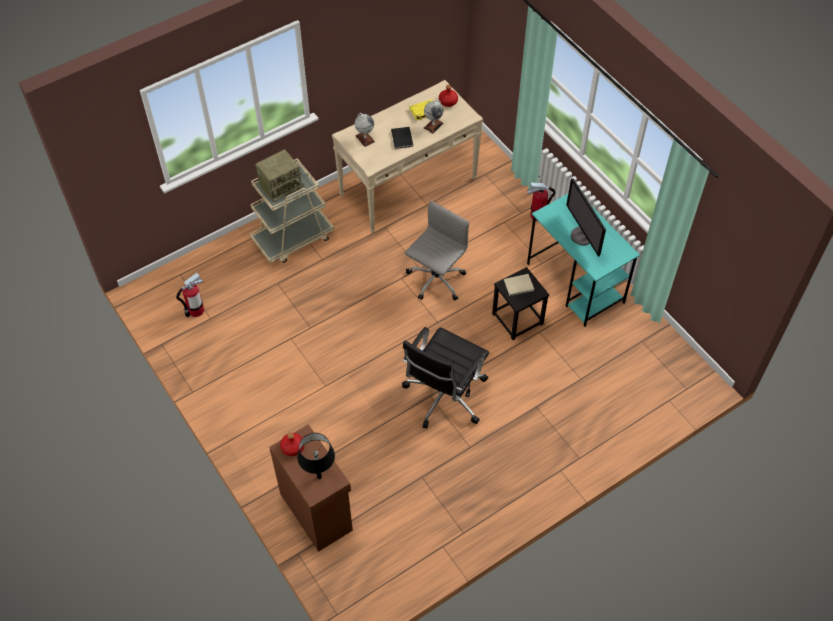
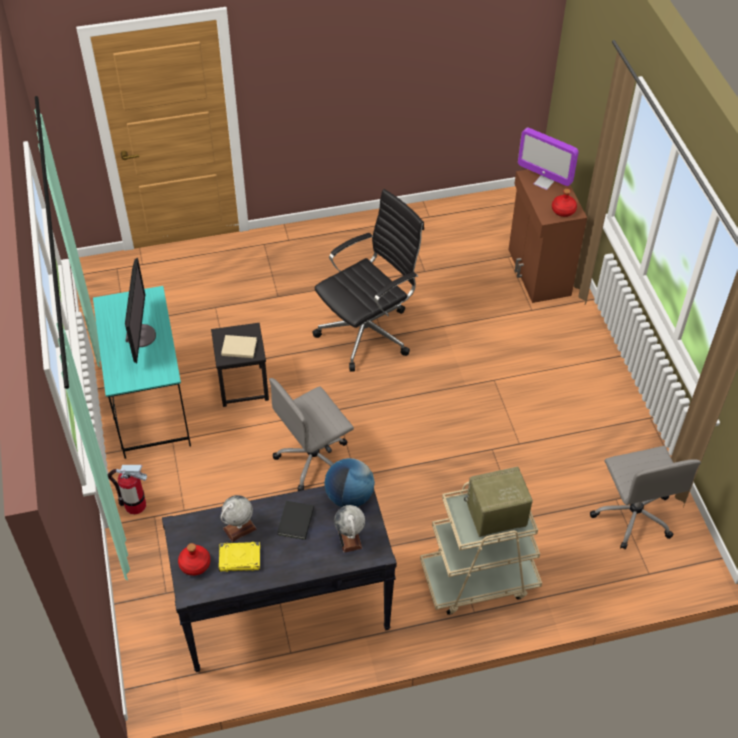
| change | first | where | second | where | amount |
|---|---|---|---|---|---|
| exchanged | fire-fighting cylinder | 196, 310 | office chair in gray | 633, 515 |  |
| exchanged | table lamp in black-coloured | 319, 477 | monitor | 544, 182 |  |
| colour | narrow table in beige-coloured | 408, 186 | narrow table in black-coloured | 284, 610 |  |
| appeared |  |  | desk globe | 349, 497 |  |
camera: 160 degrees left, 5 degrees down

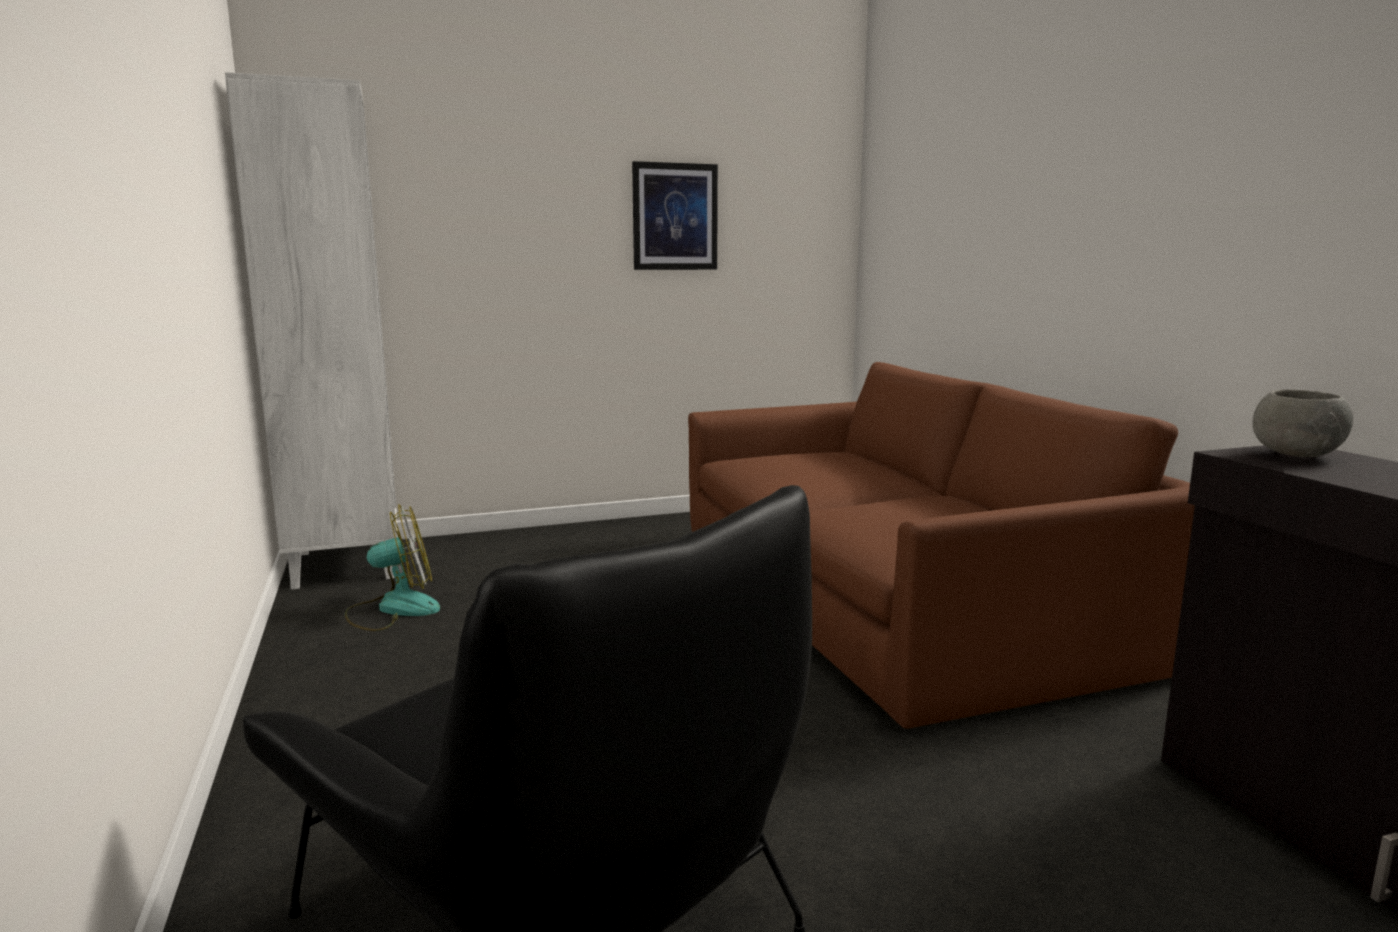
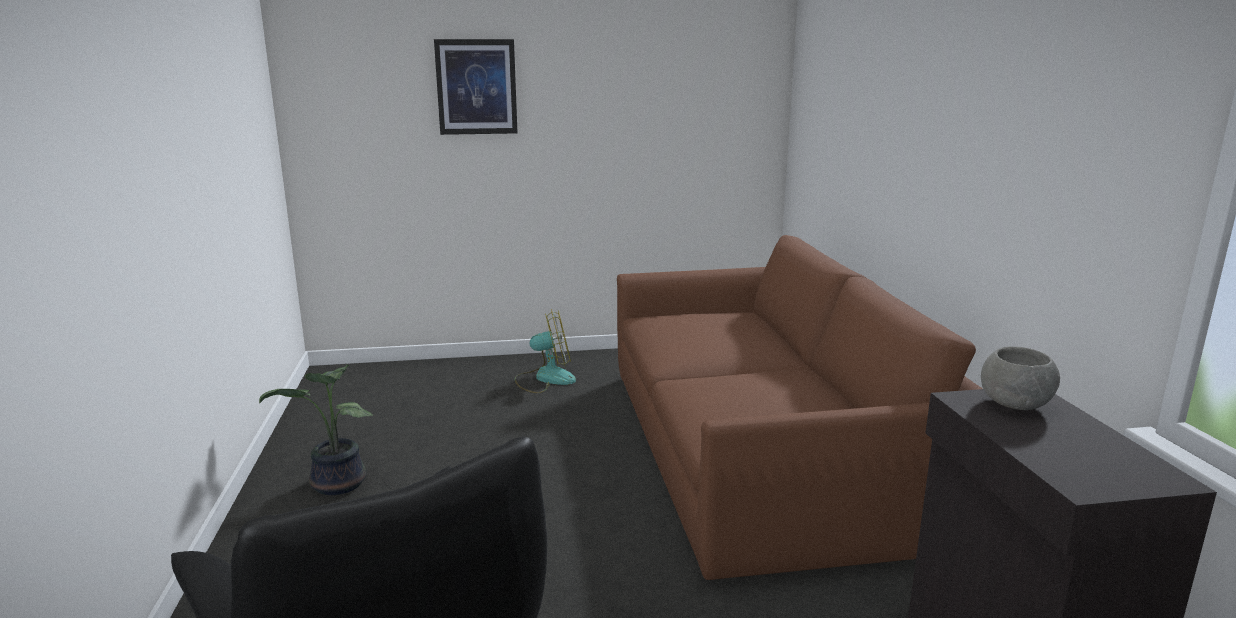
| change | first | where | second | where | amount |
|---|---|---|---|---|---|
| missing | bookcase in white-coloured | 344, 565 |  |  |  |
| relocated | electric fan | 393, 609 |  | 545, 378 |  |
| relocated | wall picture | 675, 217 |  | 476, 87 |  |
| appeared |  |  | houseplant | 336, 485 |  |
camera: 10 degrees right, 5 degrees up

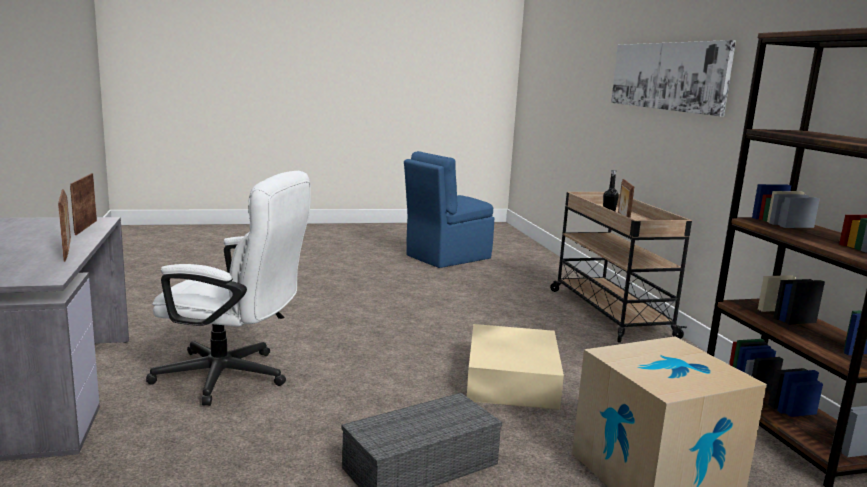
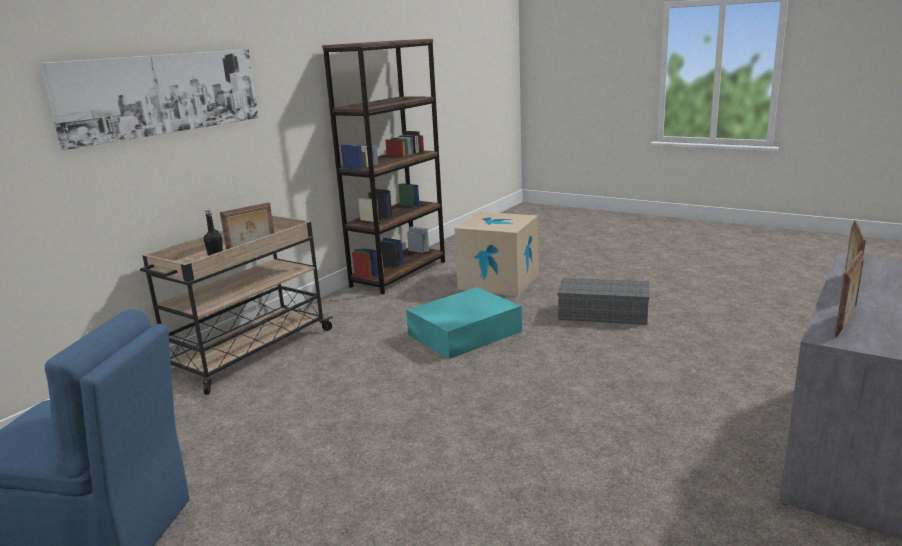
| change | first | where | second | where | amount |
|---|---|---|---|---|---|
| missing | office chair in white-coloured | 233, 377 |  |  |  |
| colour | storage bin in beige-coloured | 512, 378 | storage bin in turquoise-coloured | 463, 333 |  |
camera: 130 degrees left, 5 degrees up

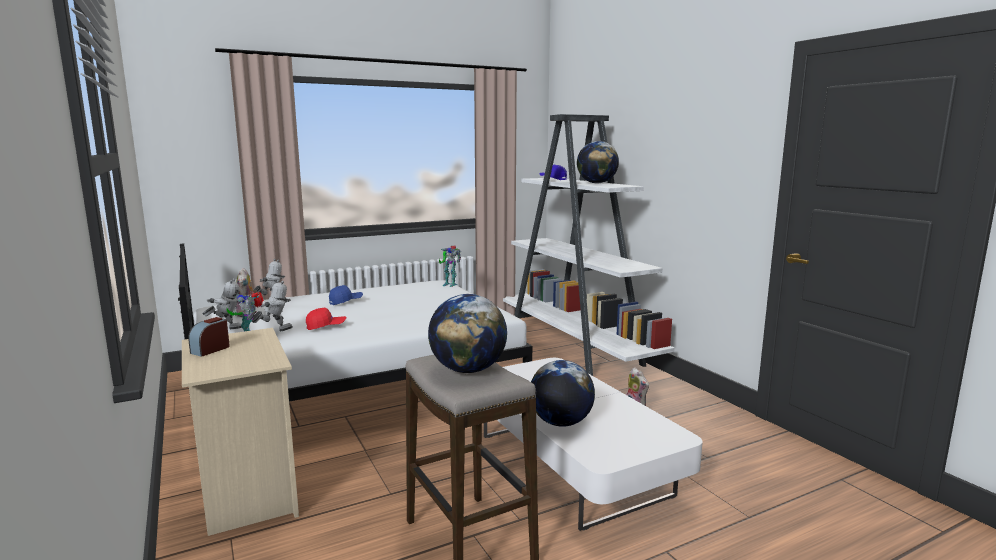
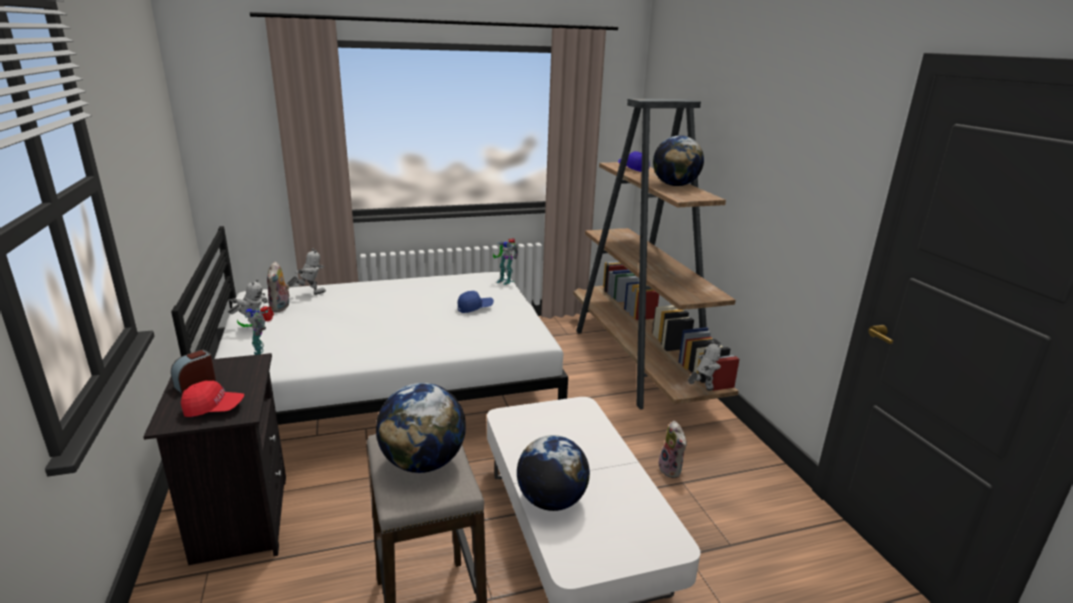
| change | first | where | second | where | amount |
|---|---|---|---|---|---|
| colour | nightstand in beige-coloured | 247, 495 | nightstand in black-coloured | 240, 519 |  |
| relocated | toy robot | 275, 331 |  | 702, 389 |  |
| relocated | peaked cap in reddish | 326, 326 |  | 214, 409 |  |
| relocated | peaked cap in blue | 345, 301 |  | 475, 308 |  |
| colour | bookcase in white-coloured | 575, 349 | bookcase in brownish | 638, 363 |  |
camera: 10 degrees right, 10 degrees up

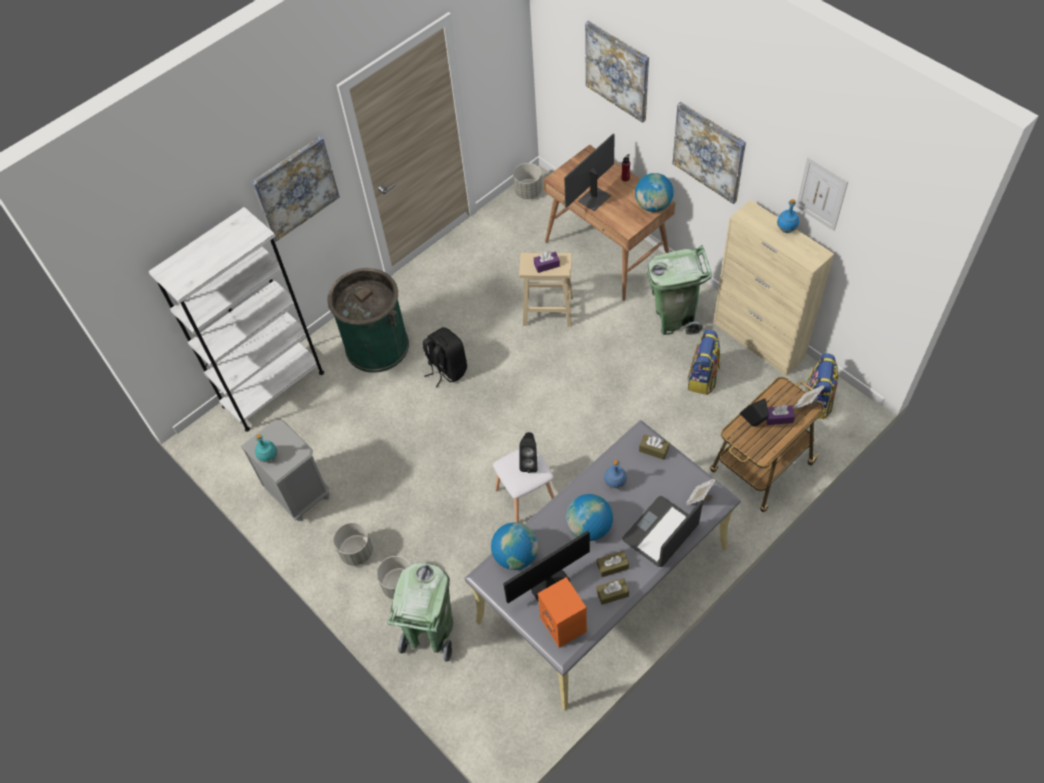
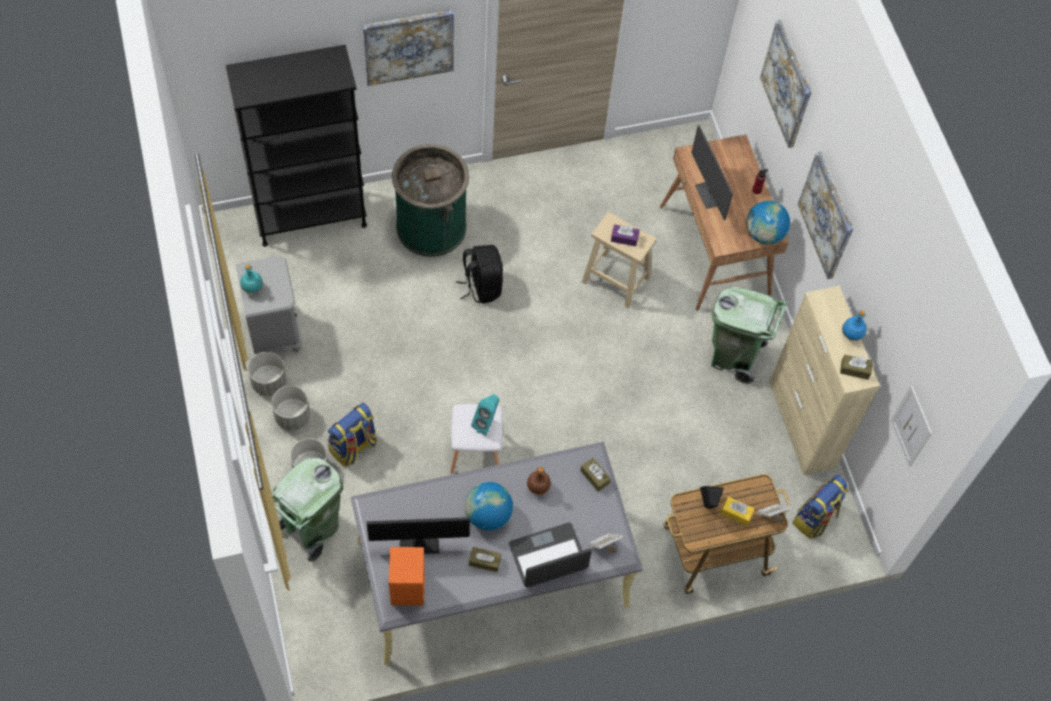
| change | first | where | second | where | amount |
|---|---|---|---|---|---|
| colour | bookcase in white-coloured | 273, 389 | bookcase in black-coloured | 311, 217 |  |
| missing | desk globe | 515, 555 |  |  |  |
| relocated | plant pot in gray | 528, 191 |  | 269, 382 |  |
| colour | speaker in black-coloured | 529, 462 | speaker in turquoise-coloured | 486, 423 |  |
| spun | monitor | 593, 198 |  | 710, 194 | 90 degrees counterclockwise |
| relocated | tissue holder in brownish | 612, 593 |  | 855, 370 |  |
| colour | drink bottle in blue | 614, 483 | drink bottle in brownish | 537, 488 |  |
| relocated | rucksack | 703, 378 |  | 353, 447 |  |
| colour | tissue holder in purple | 778, 418 | tissue holder in yellow-coloured | 736, 513 |  |
| relocated | wall picture | 821, 193 |  | 911, 426 |  |
camera: 20 degrees right, 5 degrees up

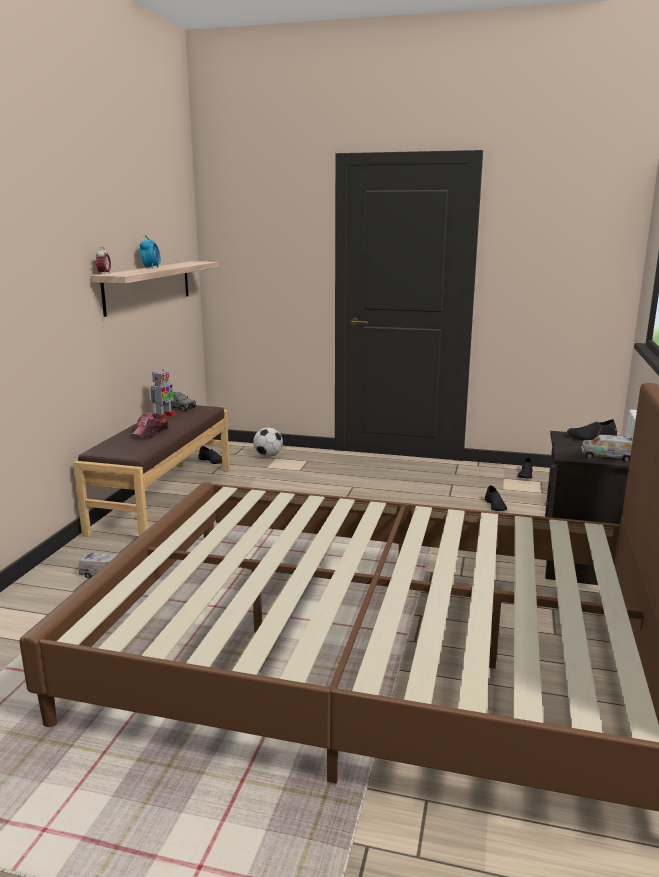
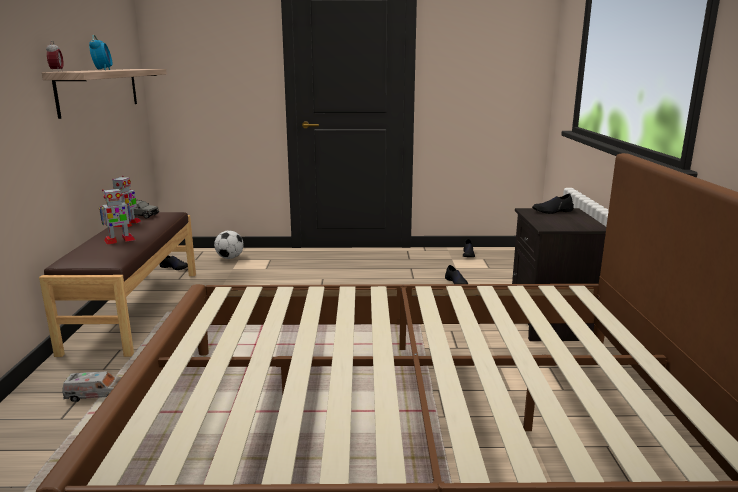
| change | first | where | second | where | amount |
|---|---|---|---|---|---|
| exchanged | peaked cap | 150, 432 | toy robot | 119, 240 |  |
| missing | toy truck | 608, 456 |  |  |  |
camera: 15 degrees left, 0 degrees up

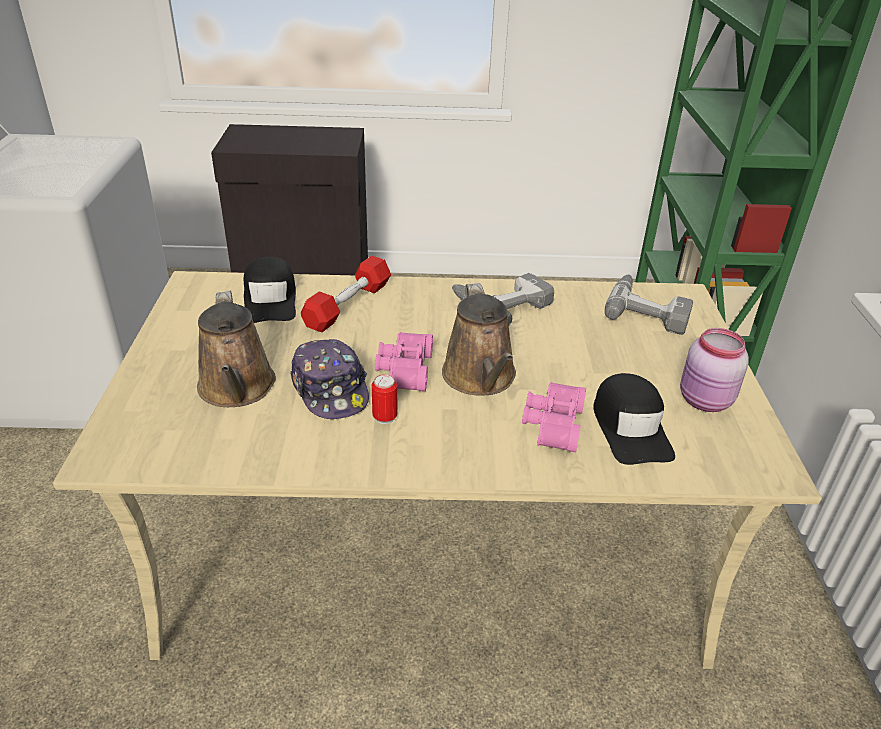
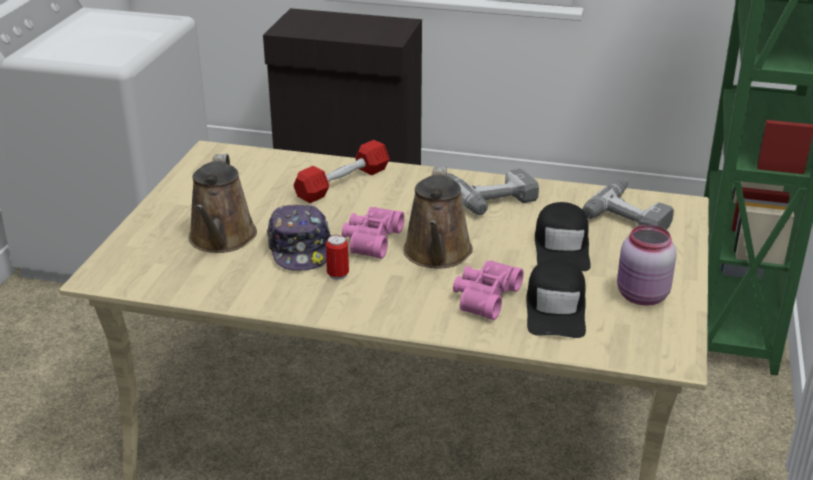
| change | first | where | second | where | amount |
|---|---|---|---|---|---|
| relocated | peaked cap in black-coloured | 270, 300 |  | 562, 247 |  |
camera: 15 degrees right, 5 degrees down

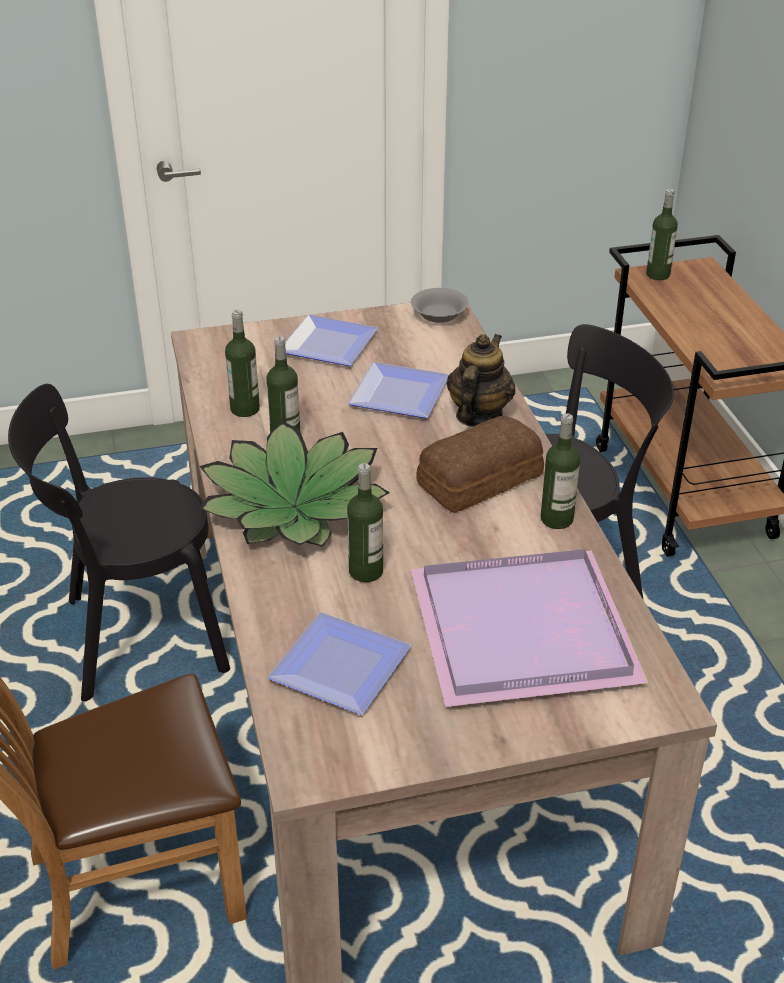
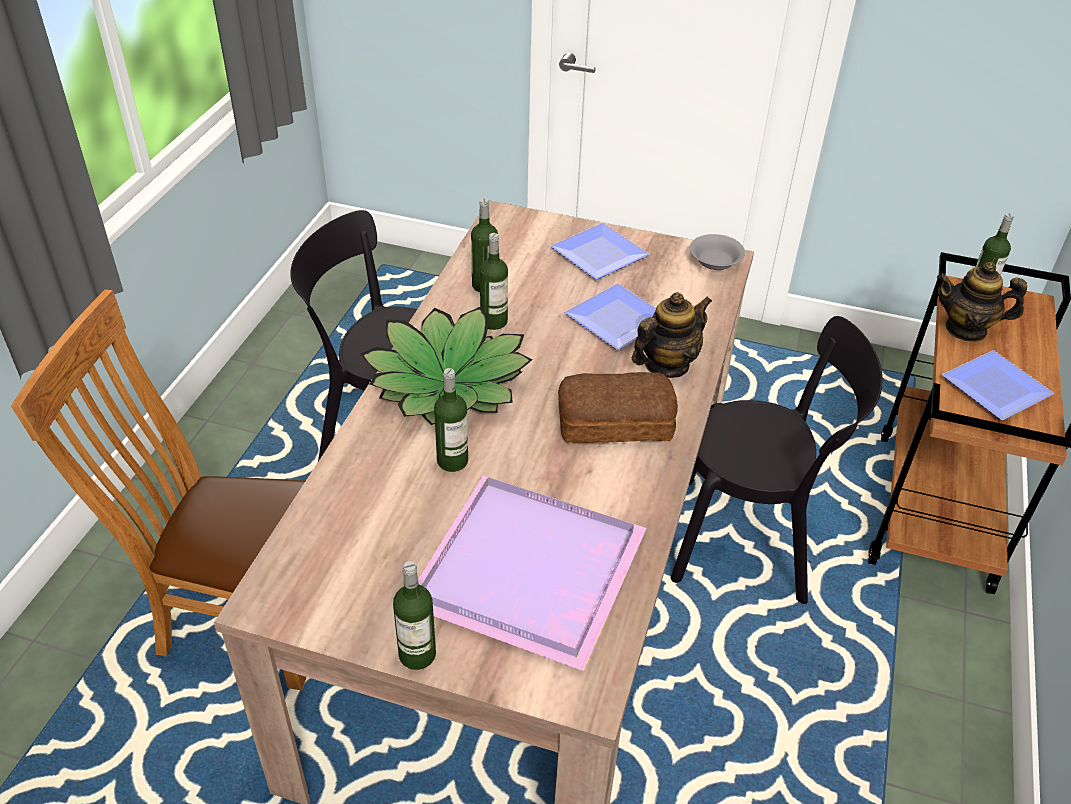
| change | first | where | second | where | amount |
|---|---|---|---|---|---|
| relocated | dinner plate | 345, 666 |  | 999, 389 |  |
| relocated | drink bottle | 556, 519 |  | 417, 654 |  |
| appeared |  |  | tea pot | 966, 329 |  |
camera: 30 degrees right, 5 degrees up

